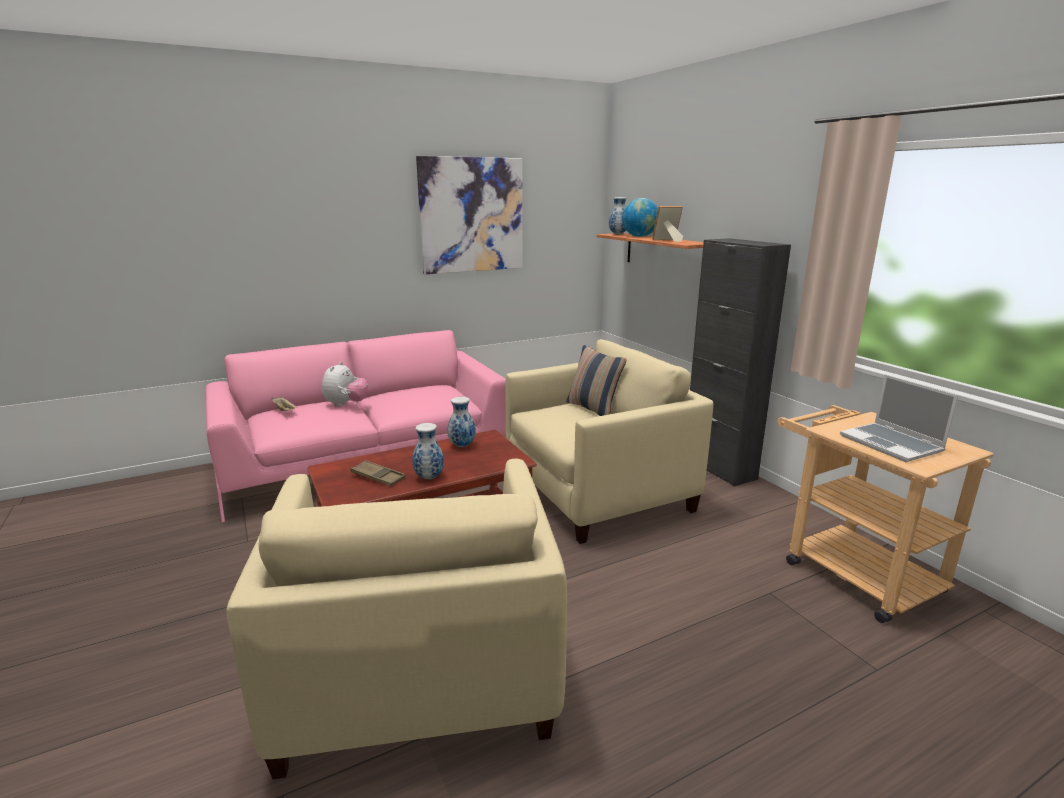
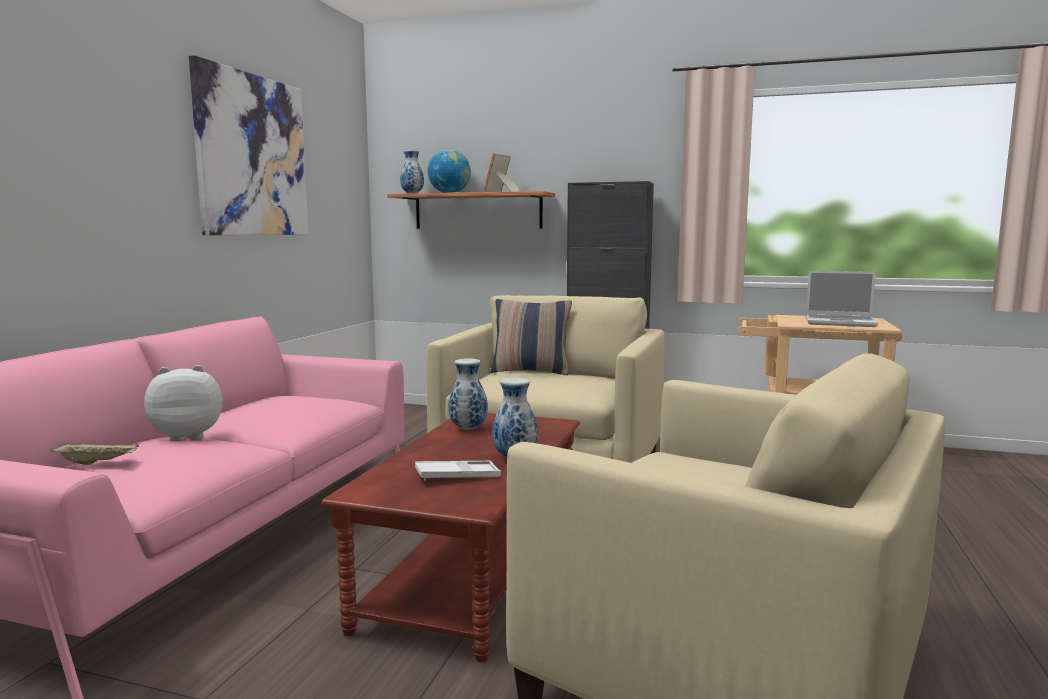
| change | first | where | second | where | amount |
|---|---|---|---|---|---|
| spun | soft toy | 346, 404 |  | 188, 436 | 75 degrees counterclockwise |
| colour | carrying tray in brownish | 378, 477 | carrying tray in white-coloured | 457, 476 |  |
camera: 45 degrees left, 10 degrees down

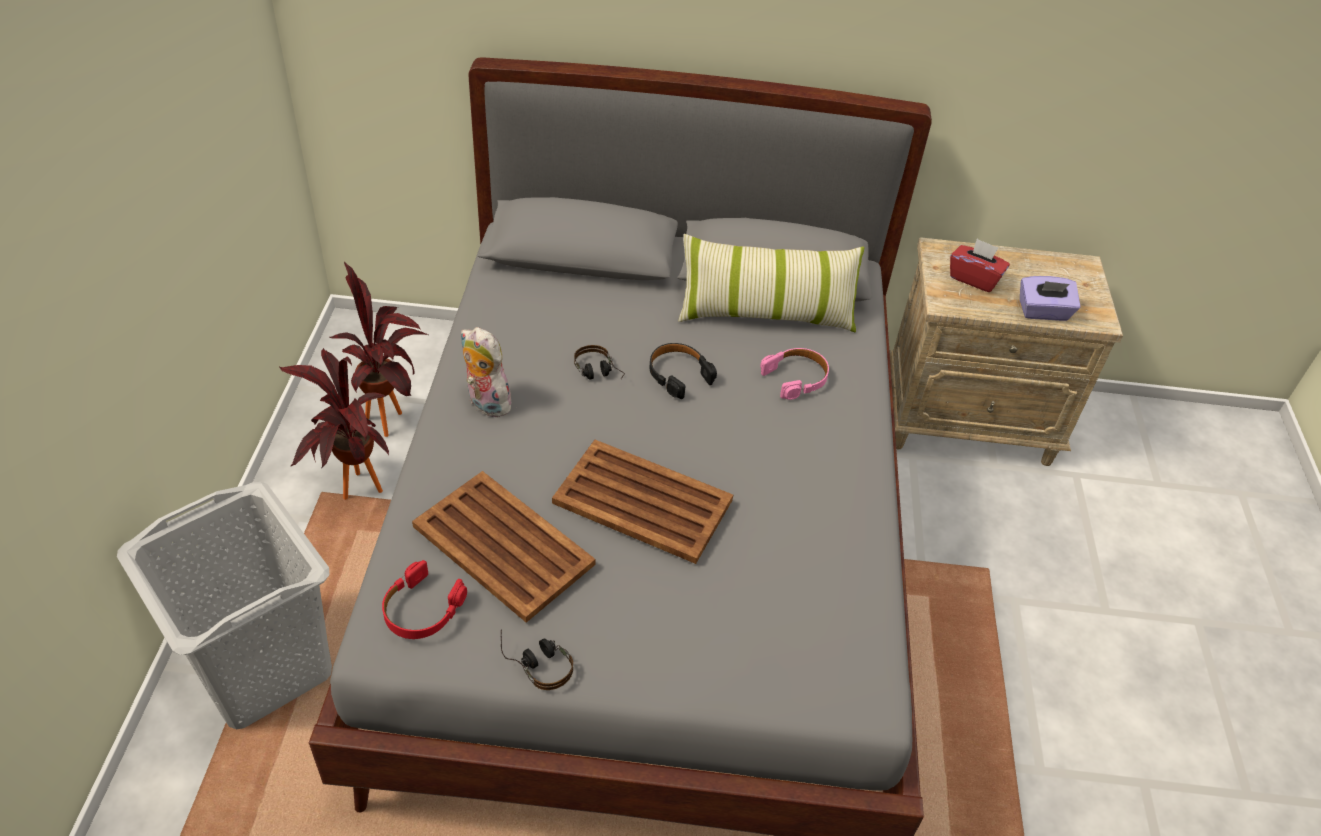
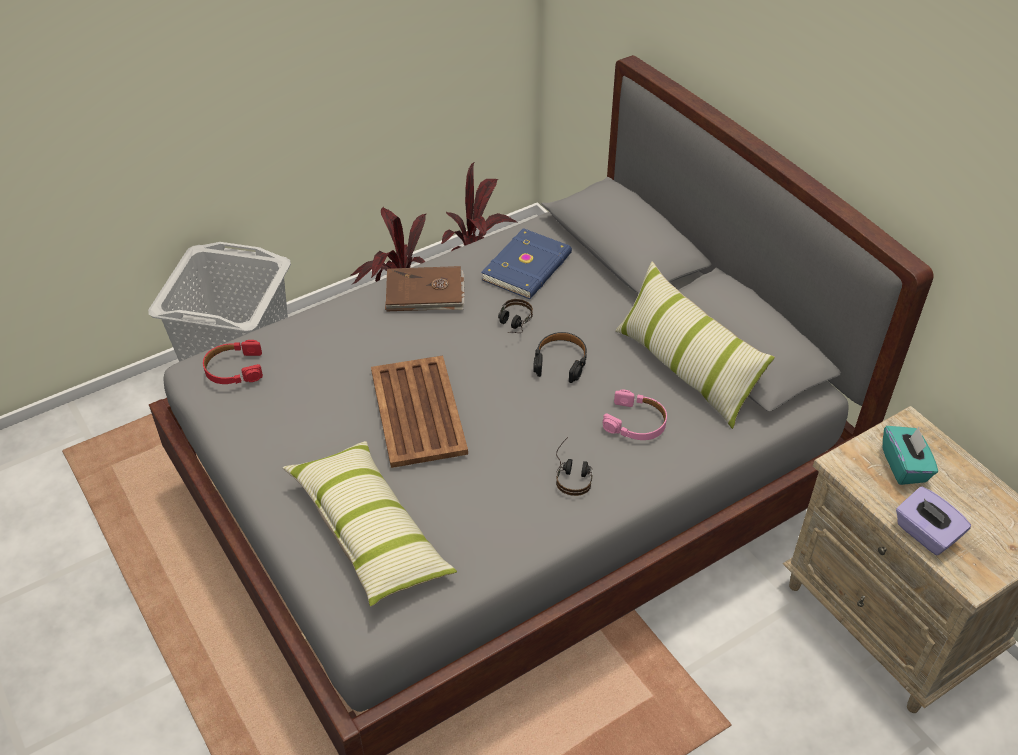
| change | first | where | second | where | amount |
|---|---|---|---|---|---|
| missing | carrying tray in brownish | 502, 544 |  |  |  |
| exchanged | soft toy | 485, 403 | bound book in brownish | 425, 293 |  |
| relocated | pair of headphones | 536, 661 |  | 573, 473 |  |
| colour | tissue holder in reddish | 974, 278 | tissue holder in turquoise-coloured | 904, 466 |  |
| appeared |  |  | throw pillow | 369, 532 |  |
| appeared |  |  | bound book in blue | 528, 267 |  |
camera: 55 degrees right, 0 degrees up

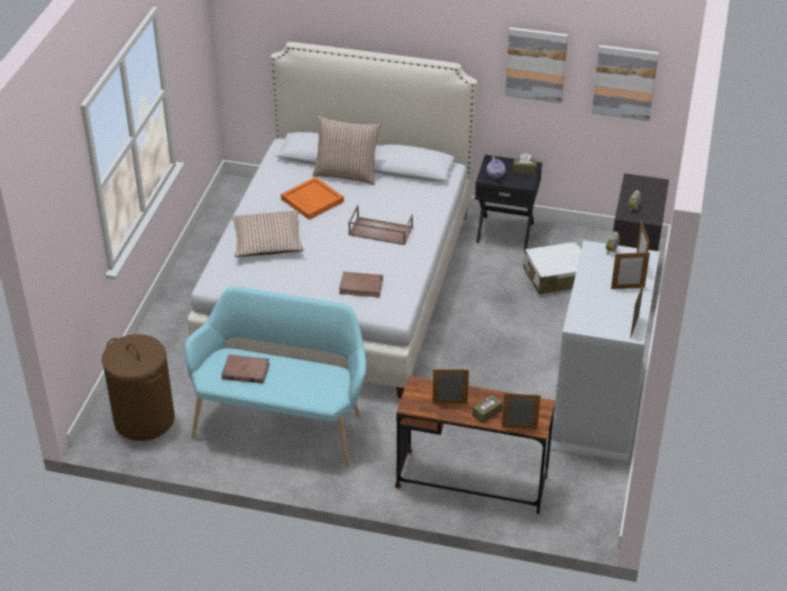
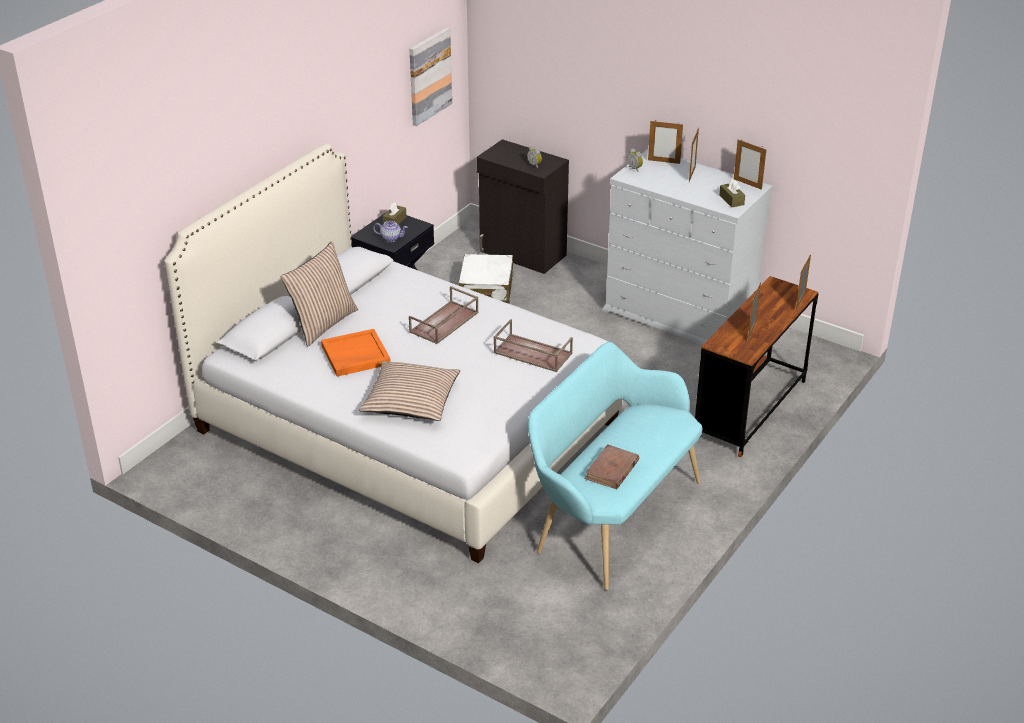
| change | first | where | second | where | amount |
|---|---|---|---|---|---|
| missing | hamper in brownish | 144, 420 |  |  |  |
| exchanged | bound book in brownish | 361, 286 | carrying tray in brownish | 531, 353 |  |
| relocated | tissue holder in brownish | 487, 413 |  | 731, 200 |  |
| missing | wall picture | 536, 64 |  |  |  |
camera: 70 degrees left, 5 degrees down

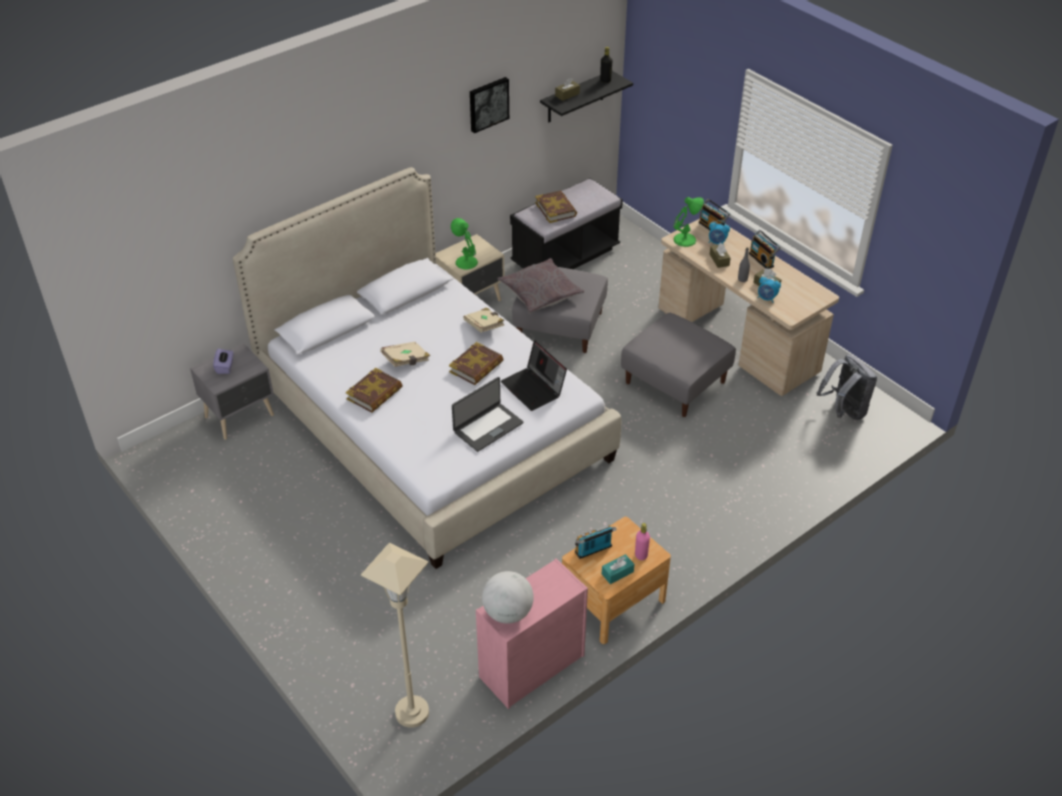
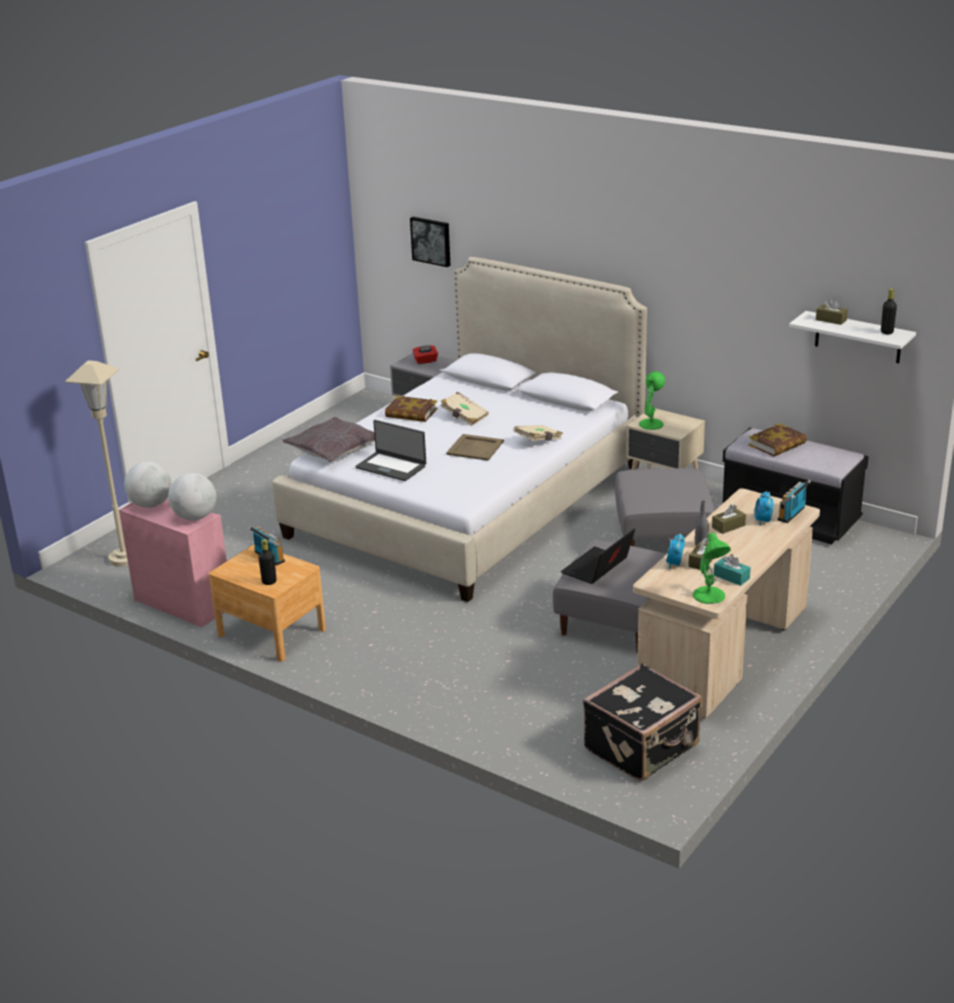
| change | first | where | second | where | amount |
|---|---|---|---|---|---|
| colour | tissue holder in purple | 225, 367 | tissue holder in reddish | 425, 361 |  |
| exchanged | bound book | 476, 367 | carrying tray in beige-coloured | 474, 448 |  |
| relocated | wall picture | 488, 104 |  | 431, 241 |  |
| relocated | throw pillow in gray | 540, 293 |  | 334, 449 |  |
| relocated | portable computer | 534, 388 |  | 597, 568 |  |
| colour | wall shelf in black-coloured | 575, 97 | wall shelf in white-coloured | 858, 337 |  |
| relocated | tissue holder in turquoise-coloured | 617, 573 |  | 731, 577 |  |
| colour | drink bottle in pink | 641, 555 | drink bottle in black-coloured | 269, 582 |  |
| relocated | table lamp in green-coloured | 686, 239 |  | 710, 596 |  |
| missing | radio set | 762, 260 |  |  |  |
| exchanged | rucksack in gray | 843, 411 | suitcase in black-coloured | 643, 748 |  |
| appeared |  |  | desk globe | 195, 517 |  |
camera: 75 degrees right, 15 degrees down

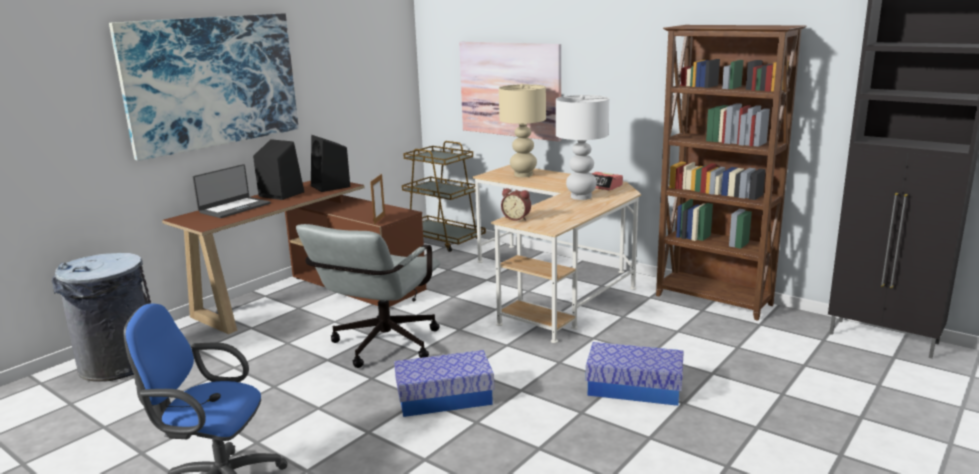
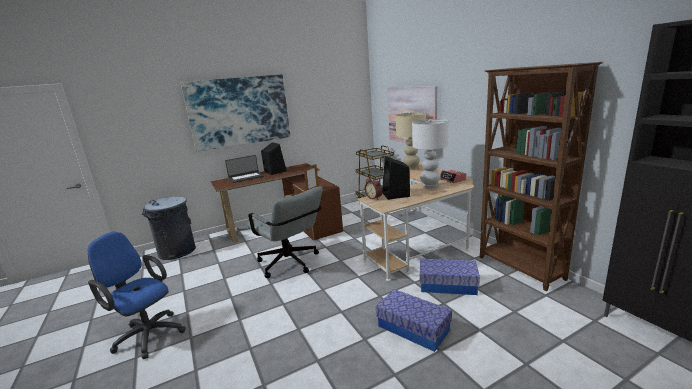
| change | first | where | second | where | amount |
|---|---|---|---|---|---|
| spun | office chair in gray | 380, 348 |  | 291, 264 | 90 degrees counterclockwise |
| relocated | speaker in black-coloured | 331, 186 |  | 396, 194 |  |
| relocated | storage bin | 444, 398 |  | 448, 285 |  |
camera: 25 degrees right, 0 degrees up

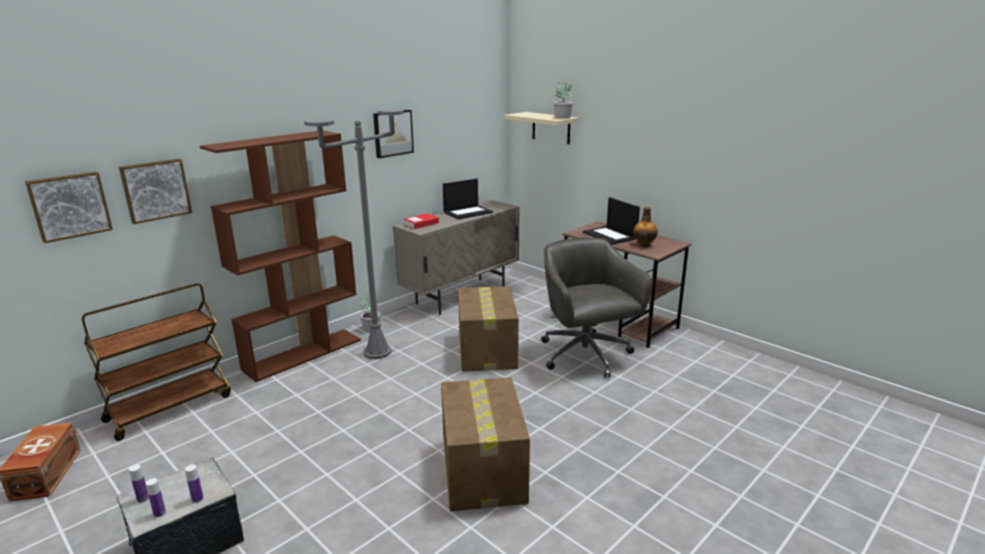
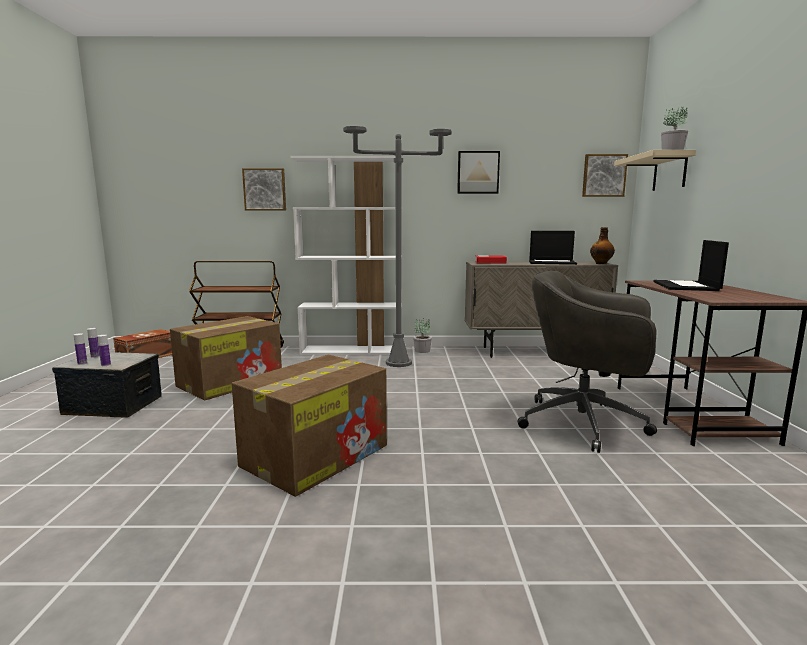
| change | first | where | second | where | amount |
|---|---|---|---|---|---|
| relocated | wall picture | 69, 206 |  | 603, 176 |  |
| colour | bookcase in brownish | 303, 354 | bookcase in white-coloured | 352, 350 |  |
| relocated | packing box | 487, 350 |  | 231, 382 |  |
| spun | office chair in gray | 586, 356 |  | 586, 424 | 90 degrees counterclockwise |
| relocated | drink bottle | 644, 244 |  | 601, 263 |  |
camera: 45 degrees right, 10 degrees down

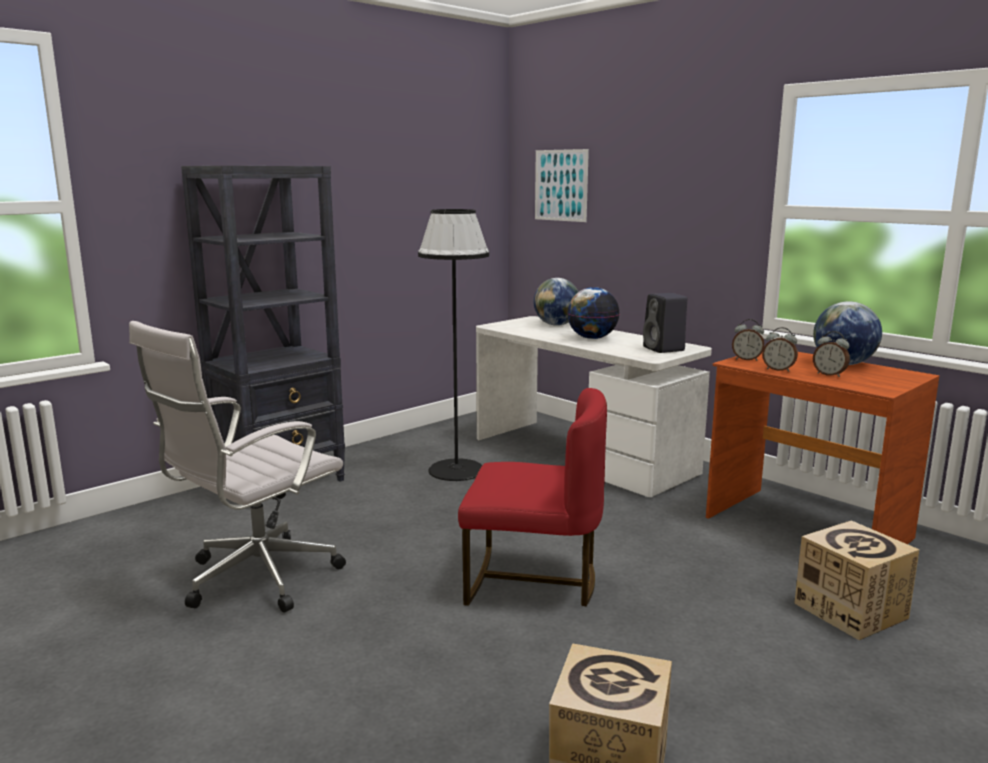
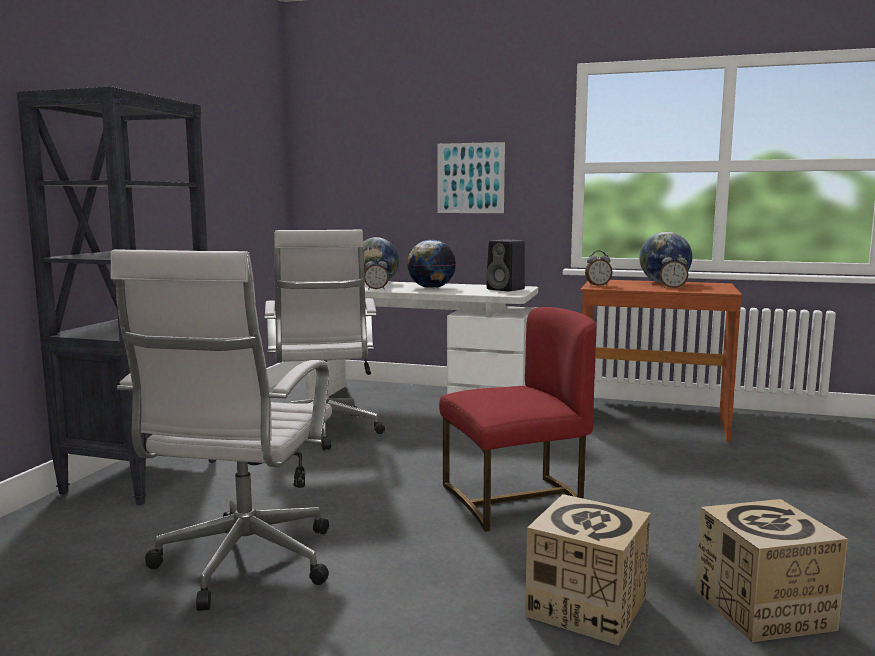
| change | first | where | second | where | amount |
|---|---|---|---|---|---|
| exchanged | floor lamp in black-coloured | 456, 470 | office chair in white-coloured | 323, 433 |  |
| relocated | wall picture | 561, 185 |  | 470, 178 |  |
| relocated | alarm clock | 778, 370 |  | 376, 289 |  |
| relocated | packing box | 850, 611 |  | 586, 607 |  |
camera: 30 degrees left, 5 degrees down

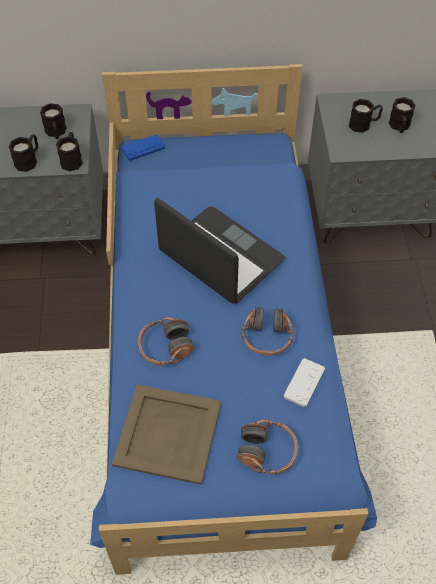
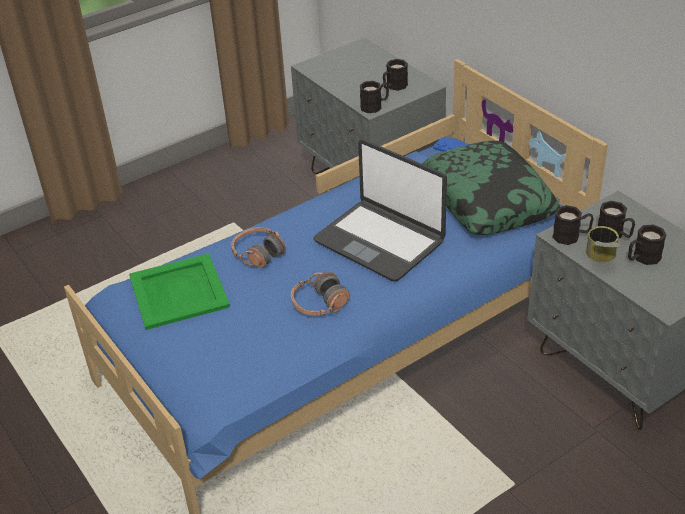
| change | first | where | second | where | amount |
|---|---|---|---|---|---|
| relocated | tea mug in black-coloured | 28, 160 |  | 571, 236 |  |
| colour | carrying tray in beige-coloured | 169, 433 | carrying tray in green-coloured | 179, 292 |  |
| spun | portable computer | 220, 257 |  | 380, 241 | 120 degrees clockwise |
| missing | pair of headphones | 267, 452 |  |  |  |
| missing | game controller in white-coloured | 304, 383 |  |  |  |
| appeared |  |  | throw pillow | 488, 199 |  |
| appeared |  |  | sealed can | 601, 259 |  |
camera: 60 degrees right, 15 degrees down

